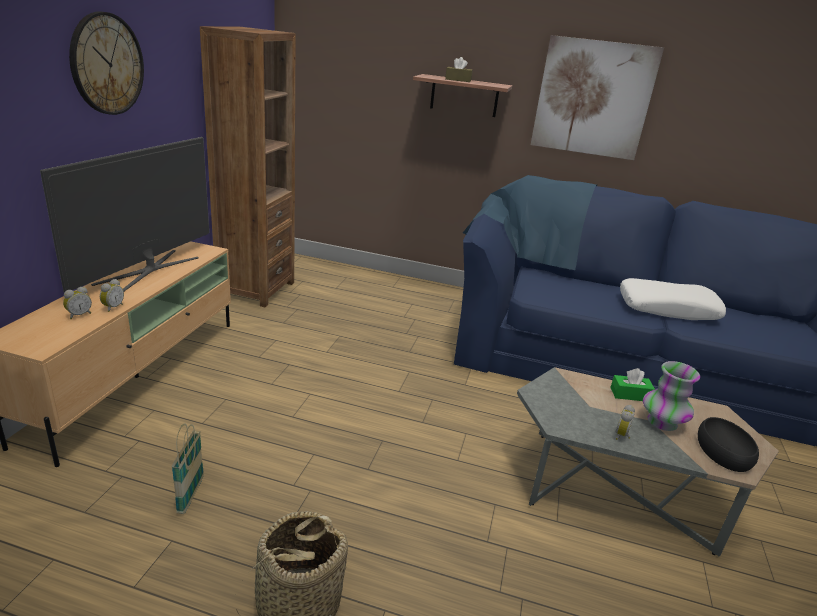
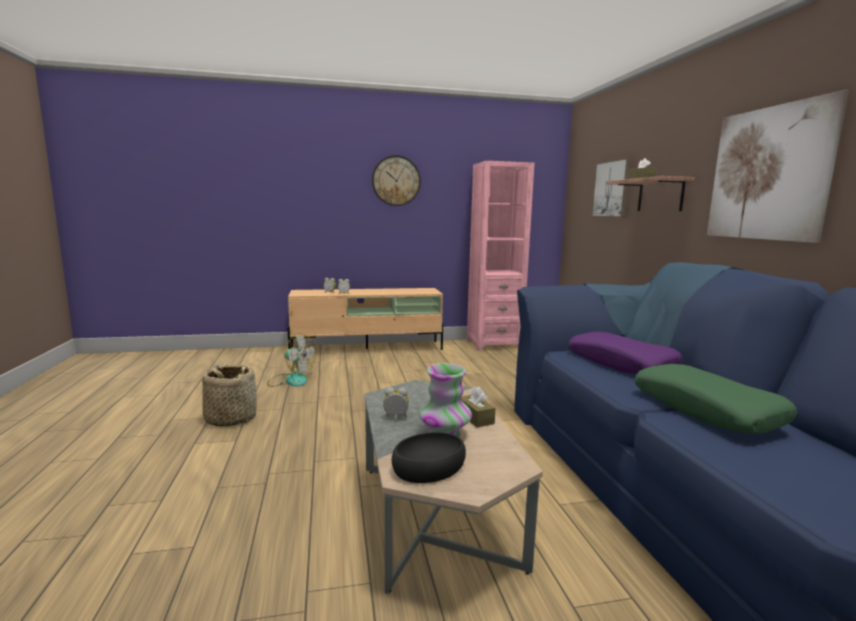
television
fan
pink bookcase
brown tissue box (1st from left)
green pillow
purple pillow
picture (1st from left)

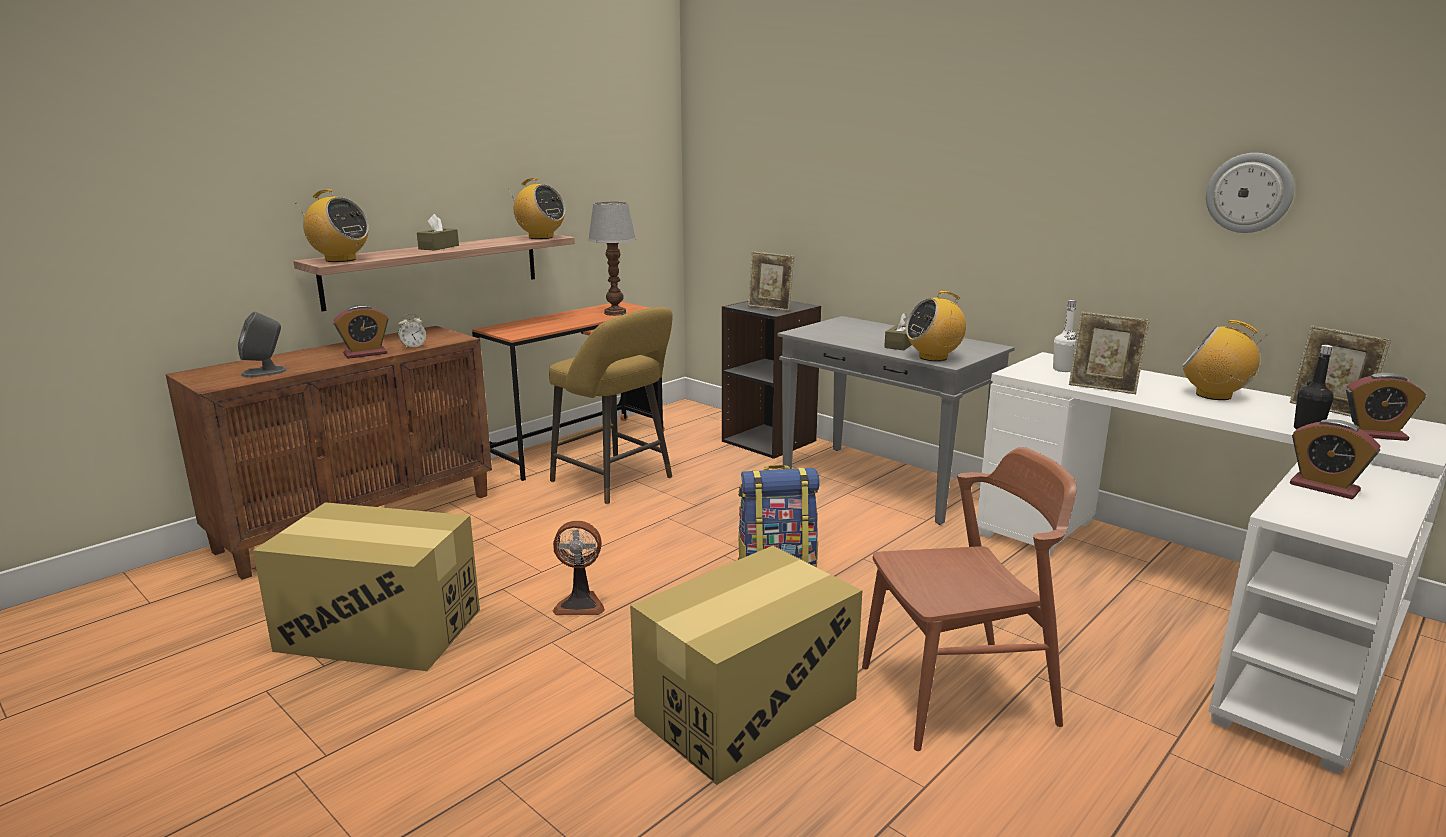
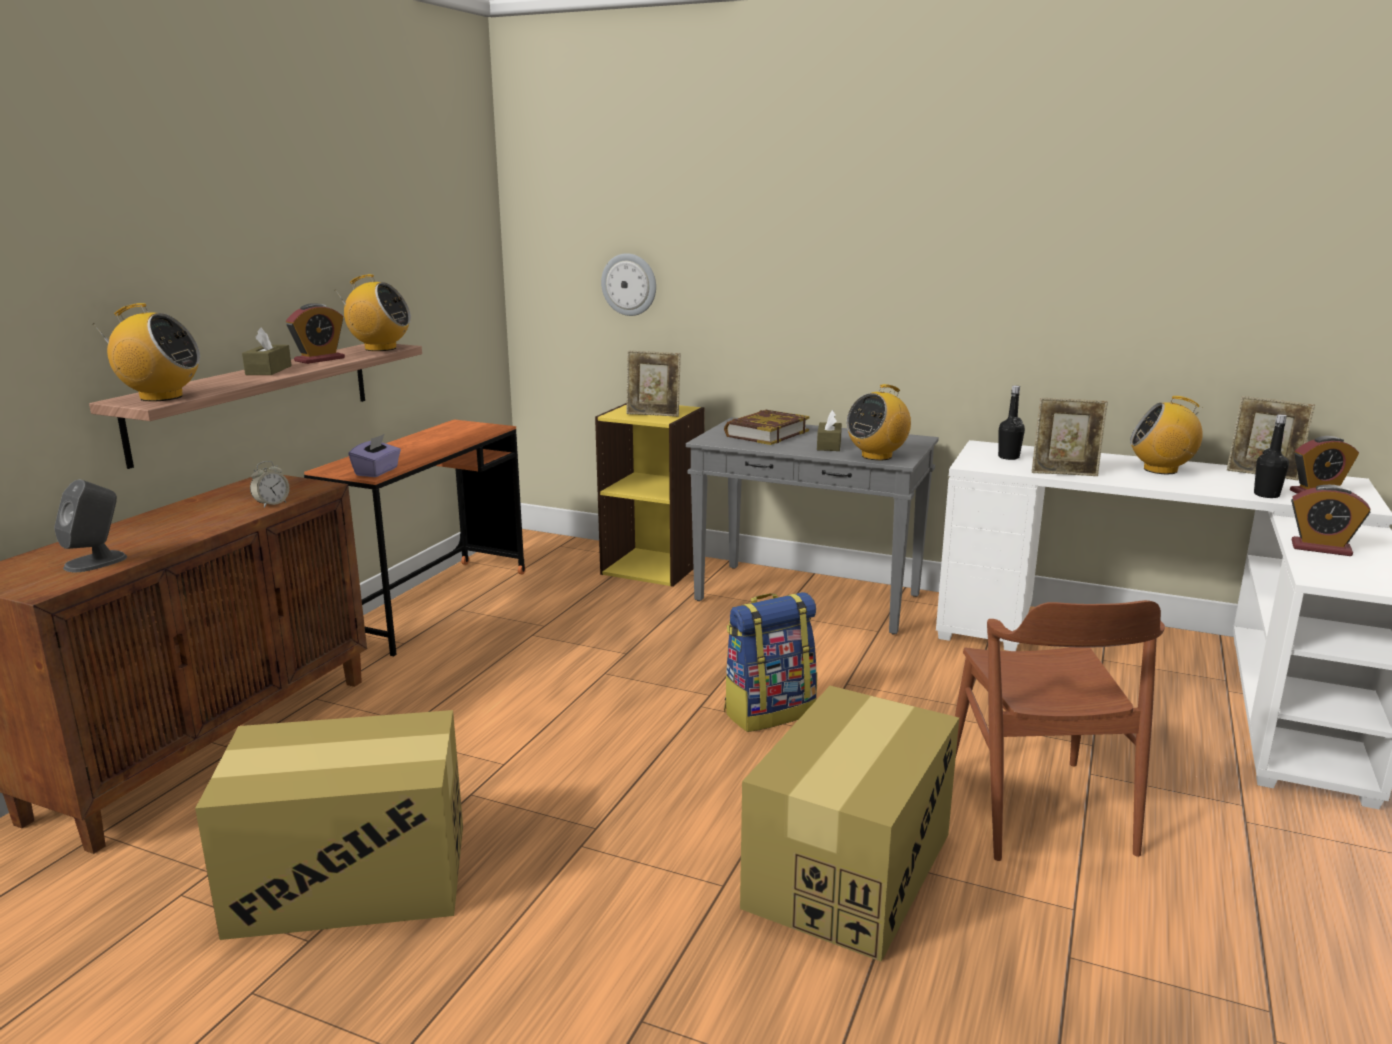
alarm clock (2nd from left)
yellow stool
fan
table lamp
yellow bookcase
brown chair
black bottle (1st from left)
wall clock
purple tissue box
book

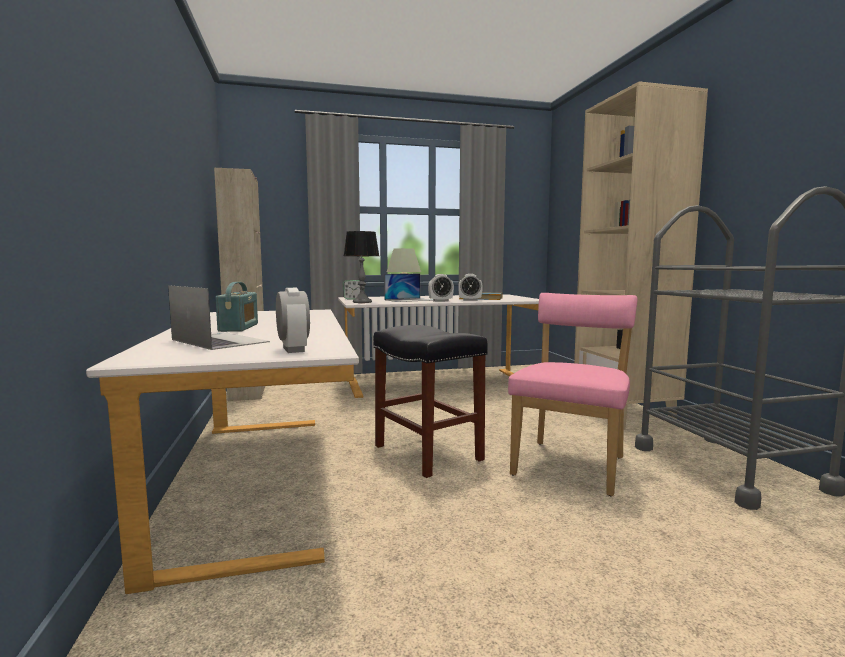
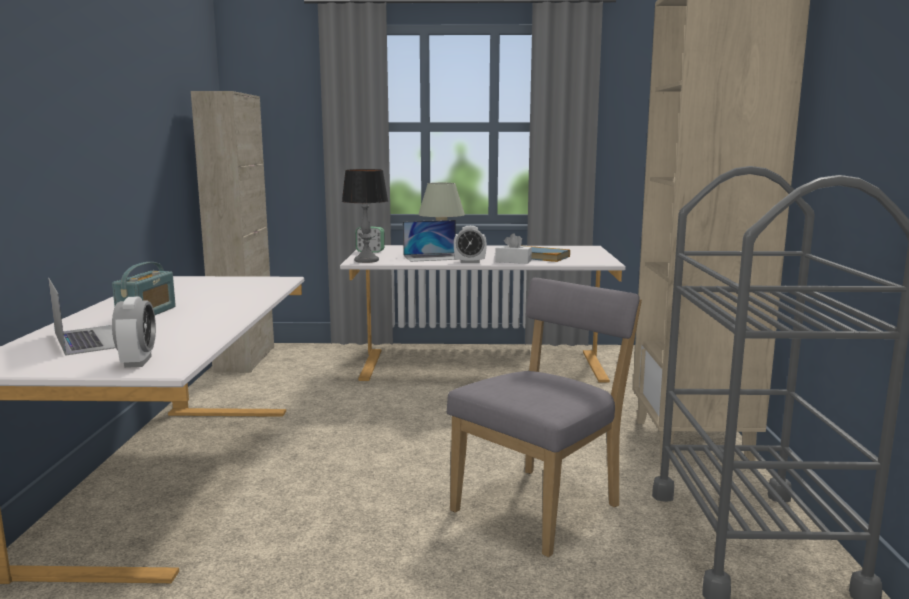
black stool
white tissue box
grey chair

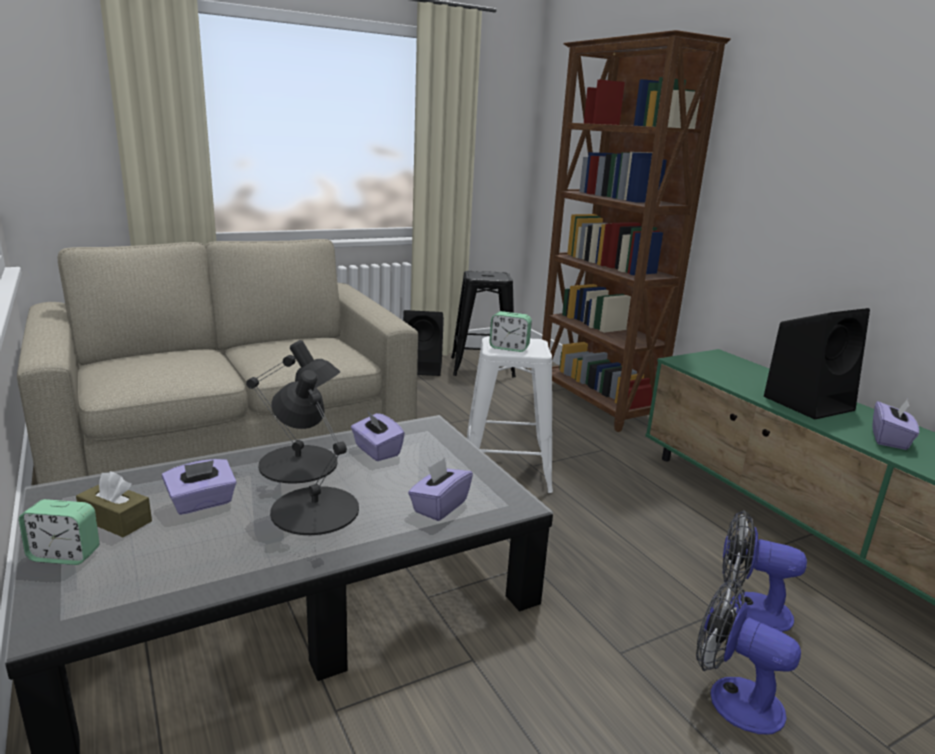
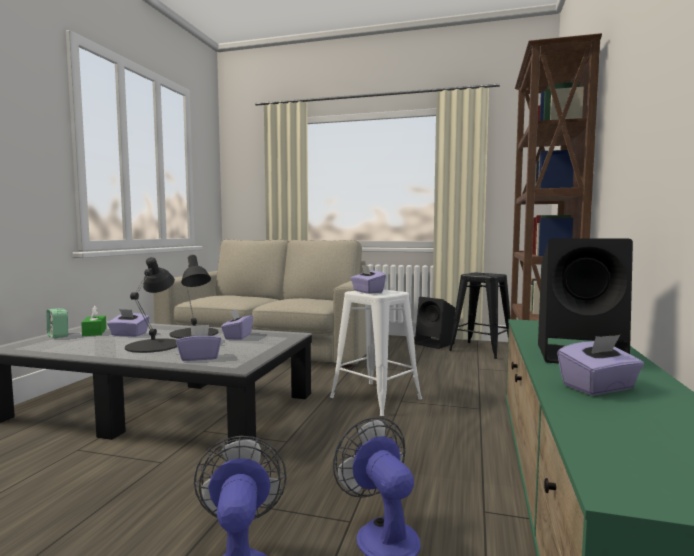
green tissue box
purple tissue box (4th from left)

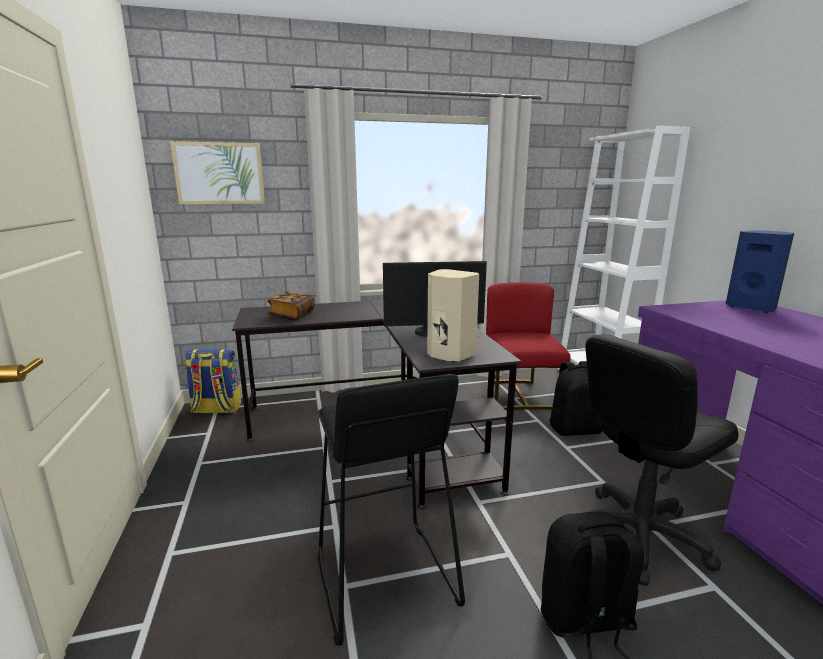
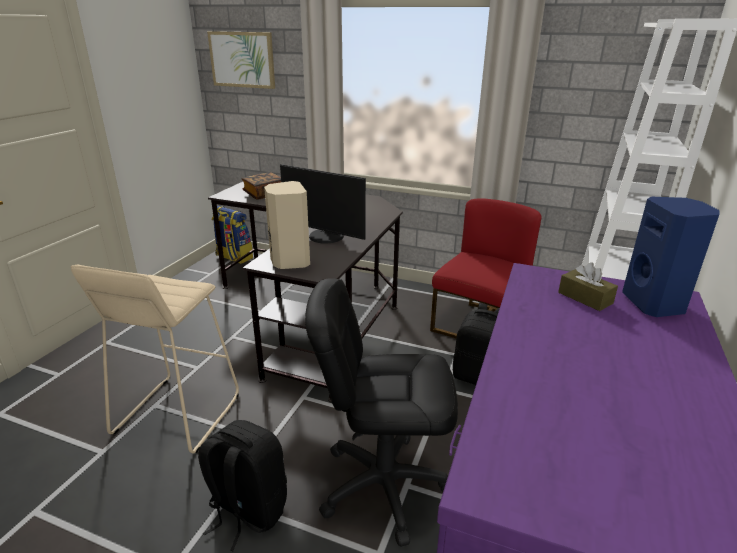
beige stool
brown tissue box

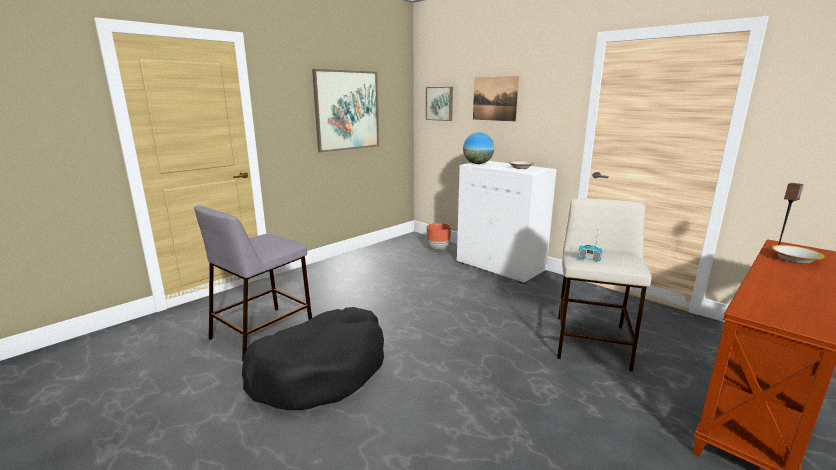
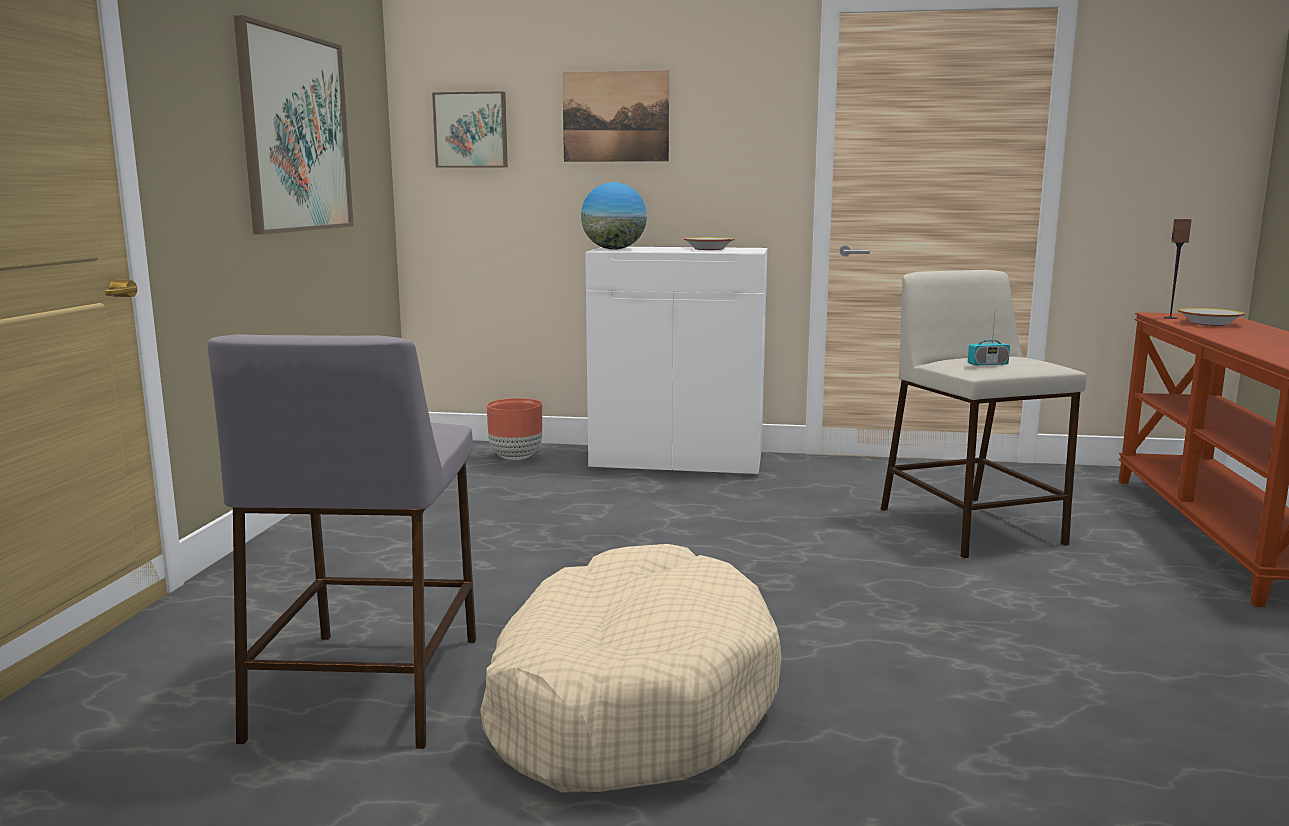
beige dog bed

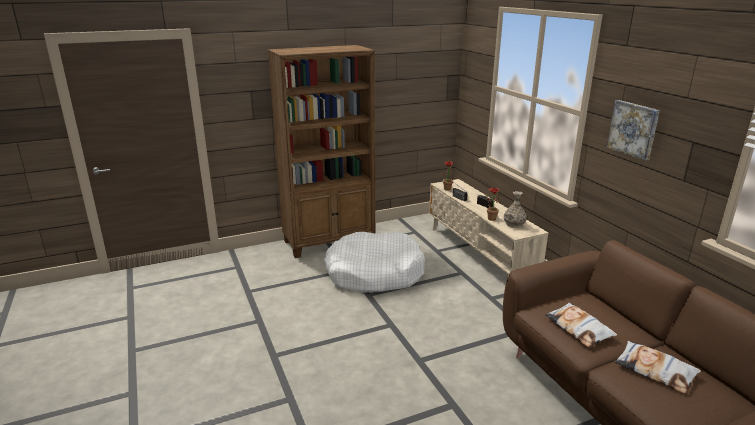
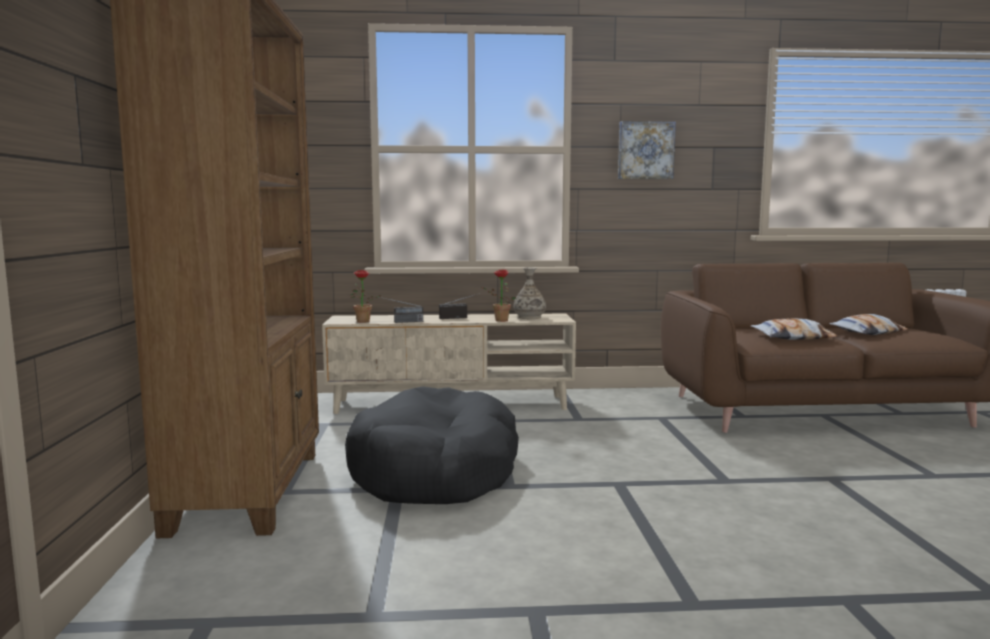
black dog bed

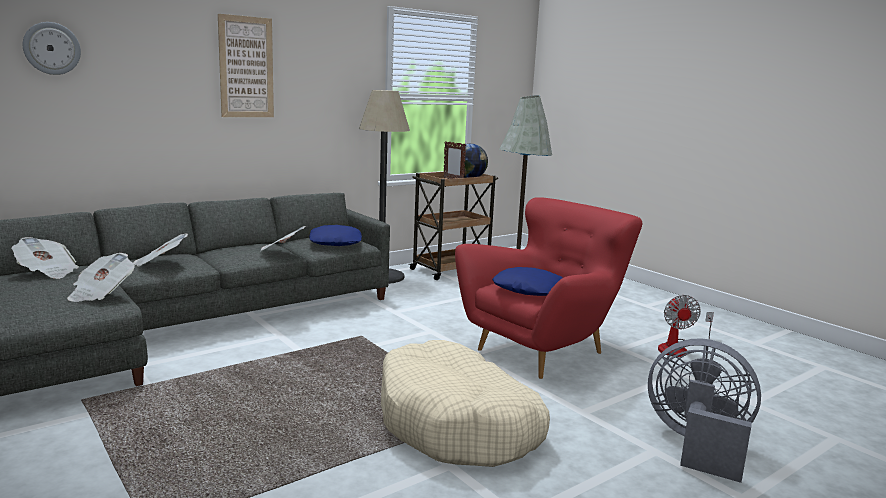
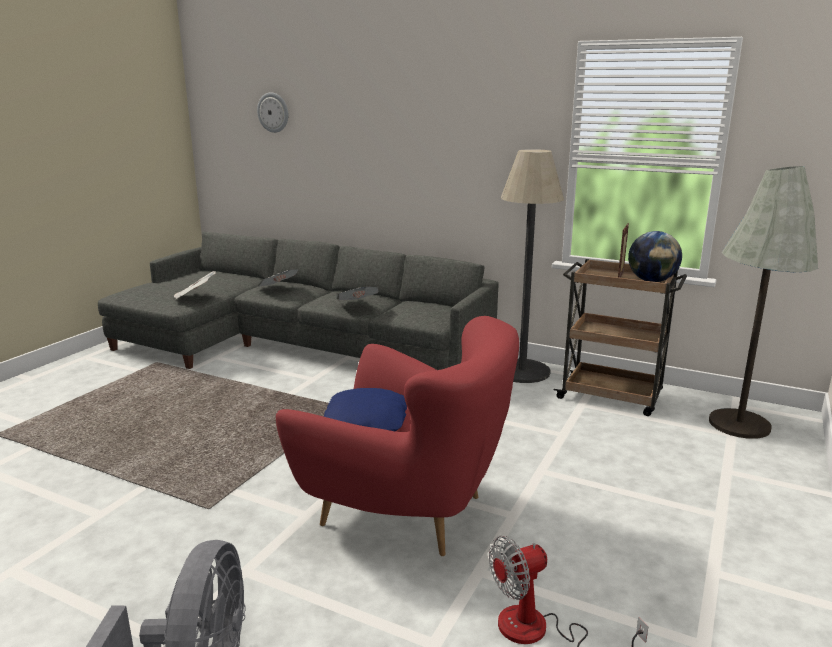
newspaper (1st from left in the first image)
picture
blue pillow (1st from left in the first image)
beige dog bed

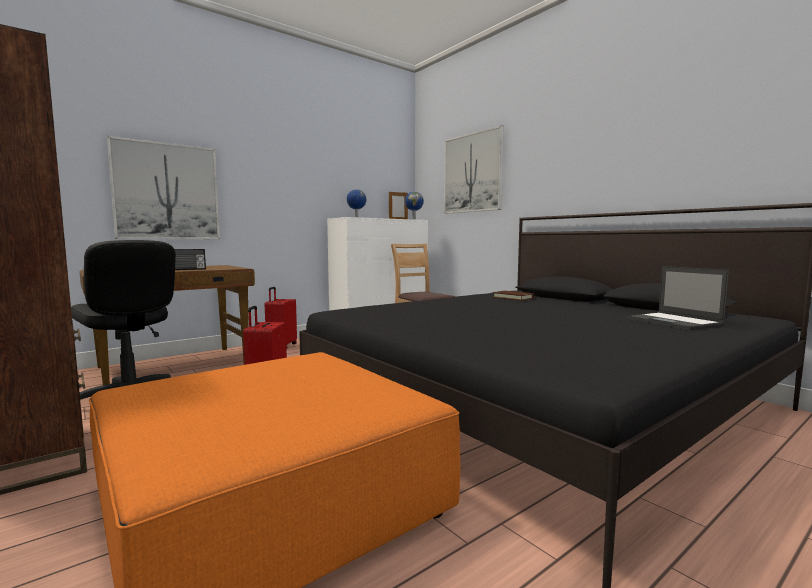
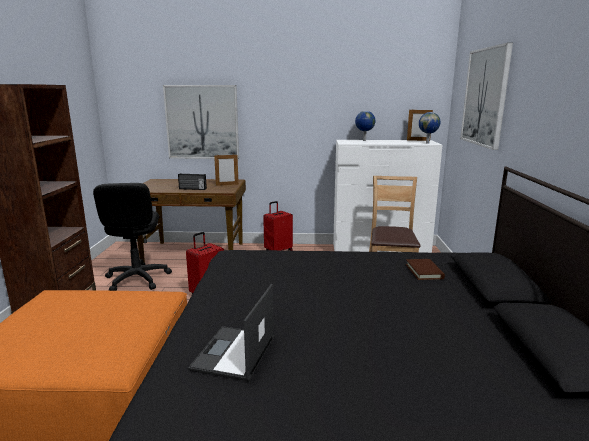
laptop
picture frame (1st from left)

